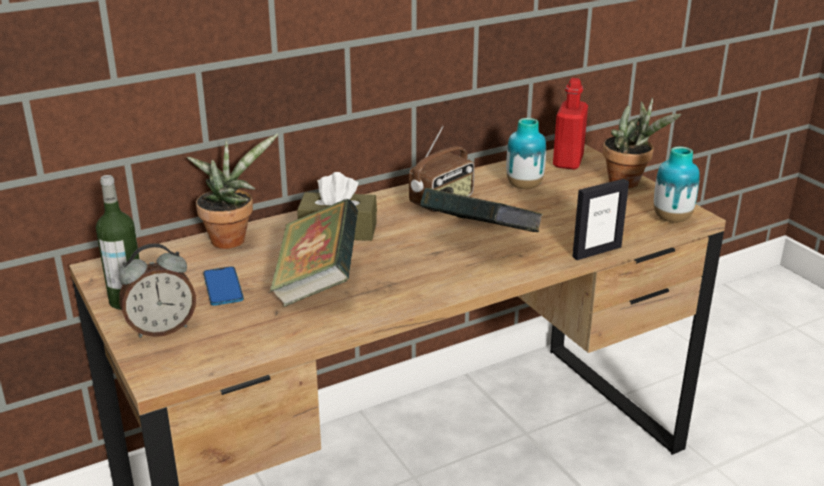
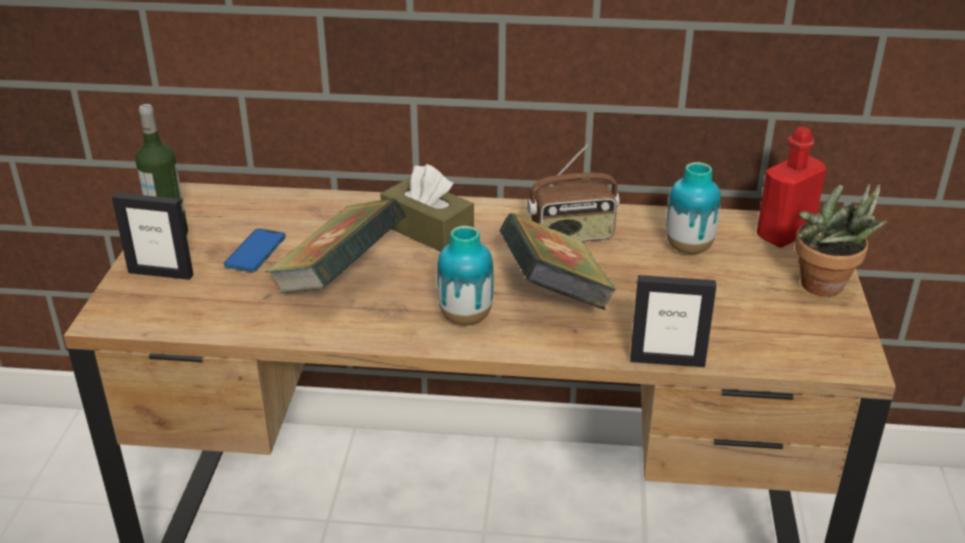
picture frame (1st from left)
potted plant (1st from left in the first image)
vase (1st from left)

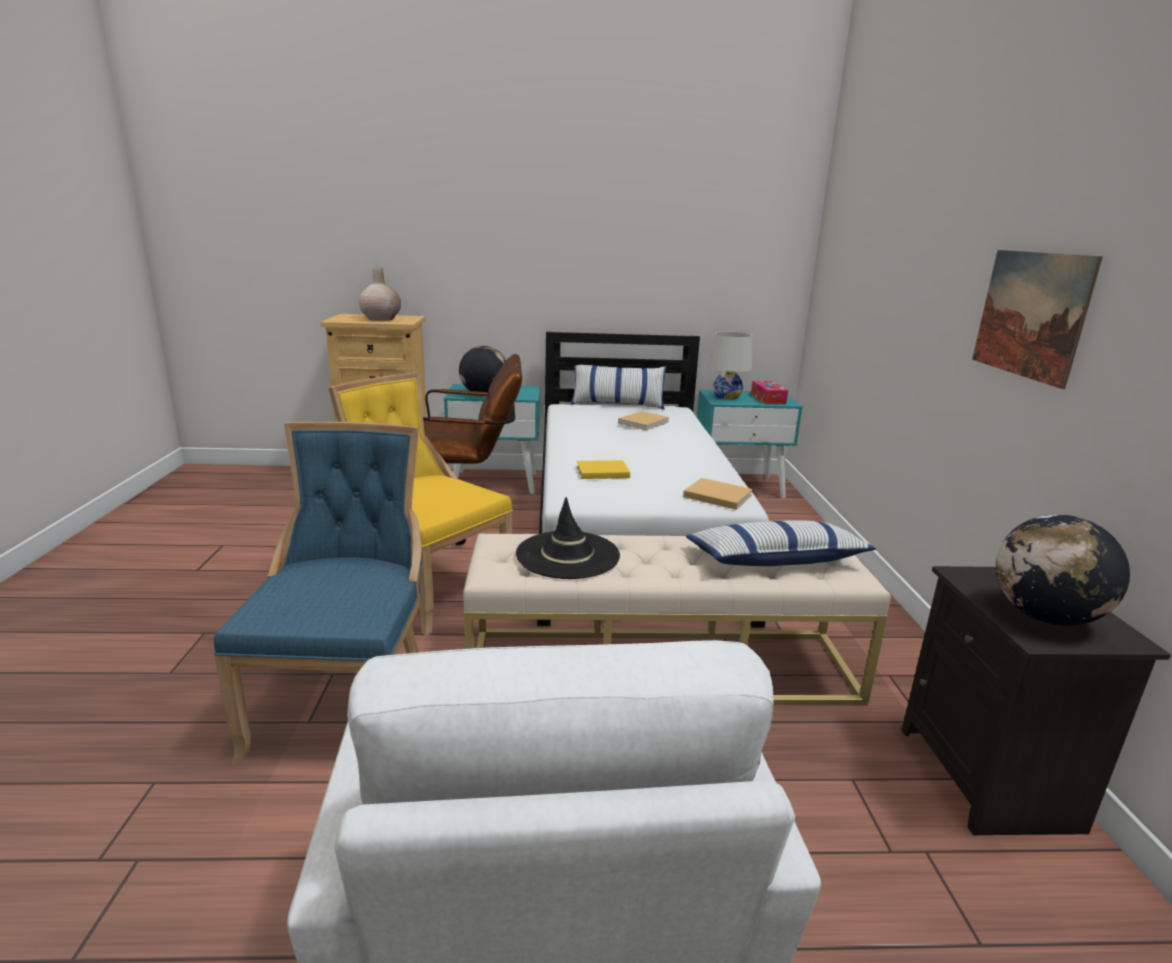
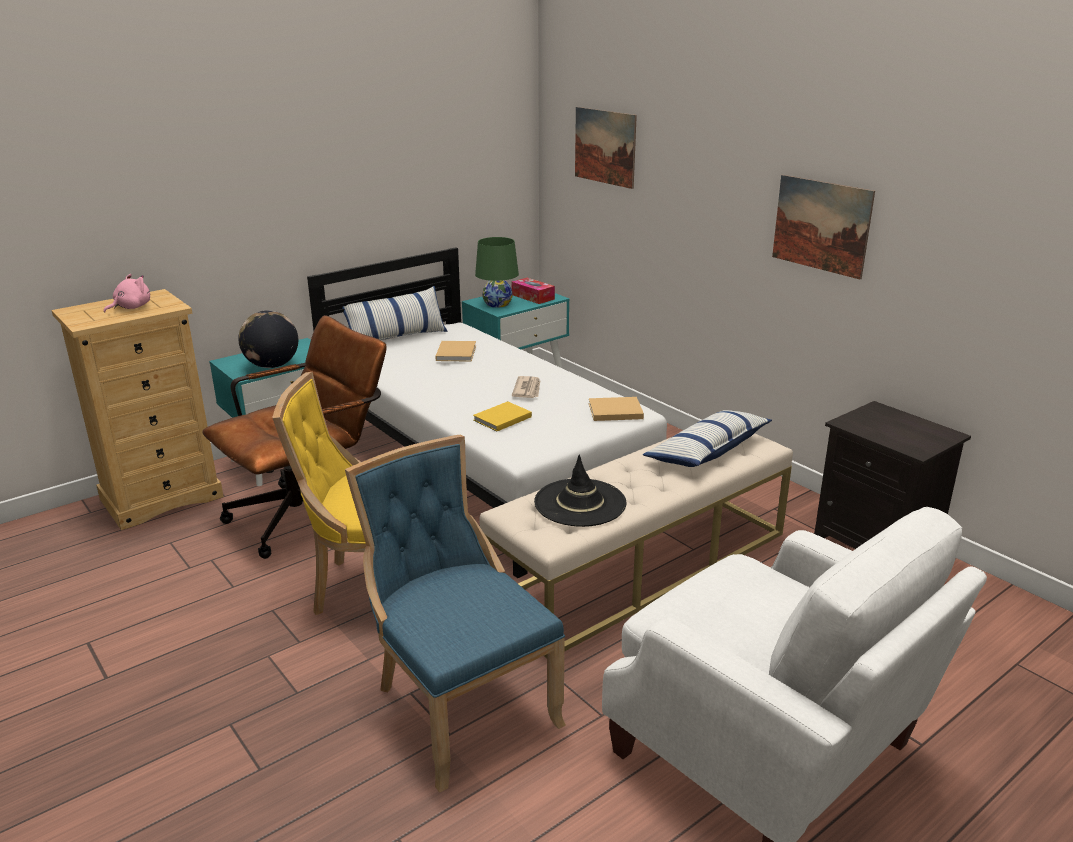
pink plush toy
green table lamp
globe (2nd from left in the first image)
newspaper
picture (1st from left)

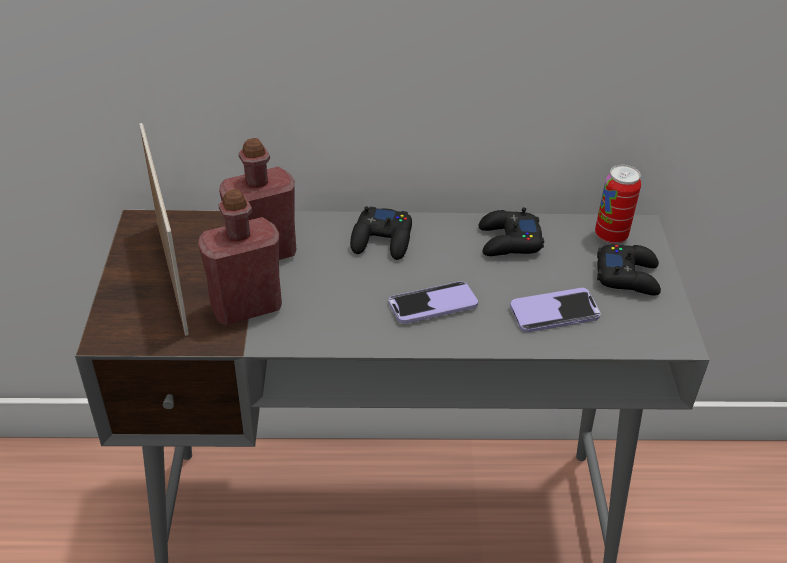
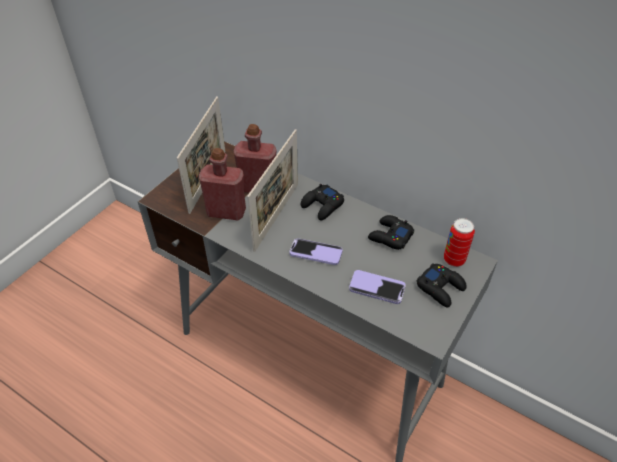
picture frame (2nd from left)

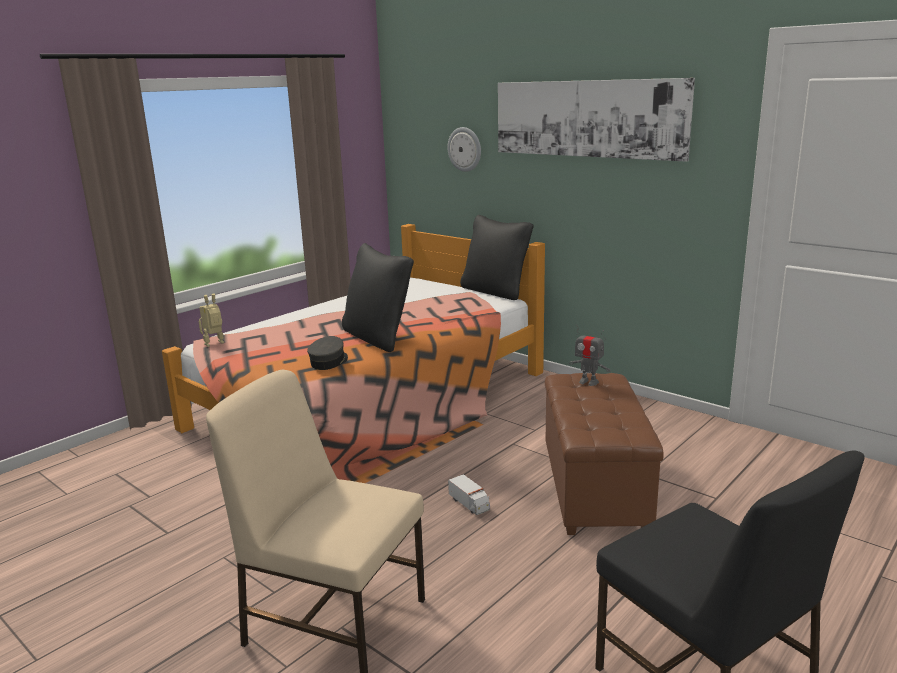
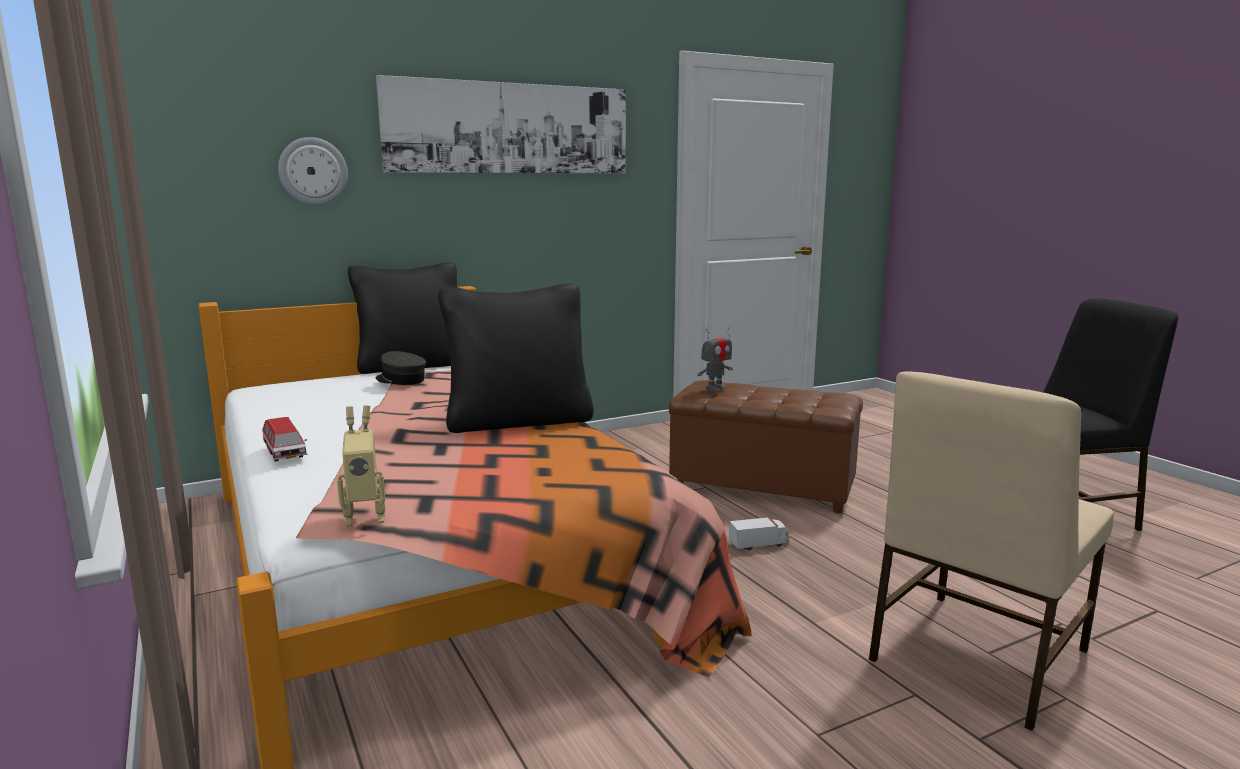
toy robot (1st from left)
grey cap
toy car

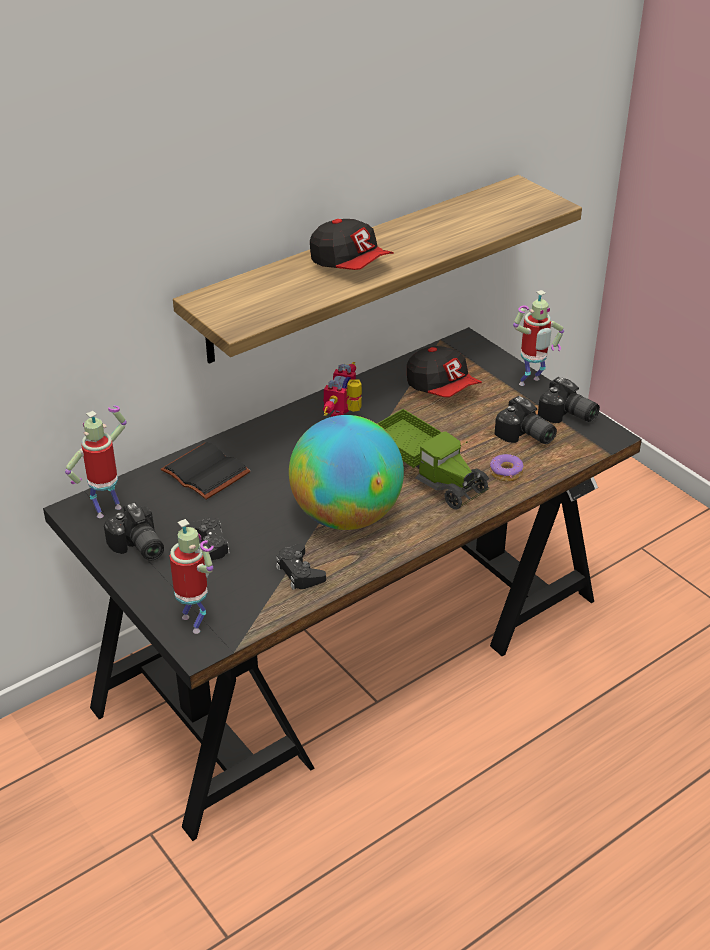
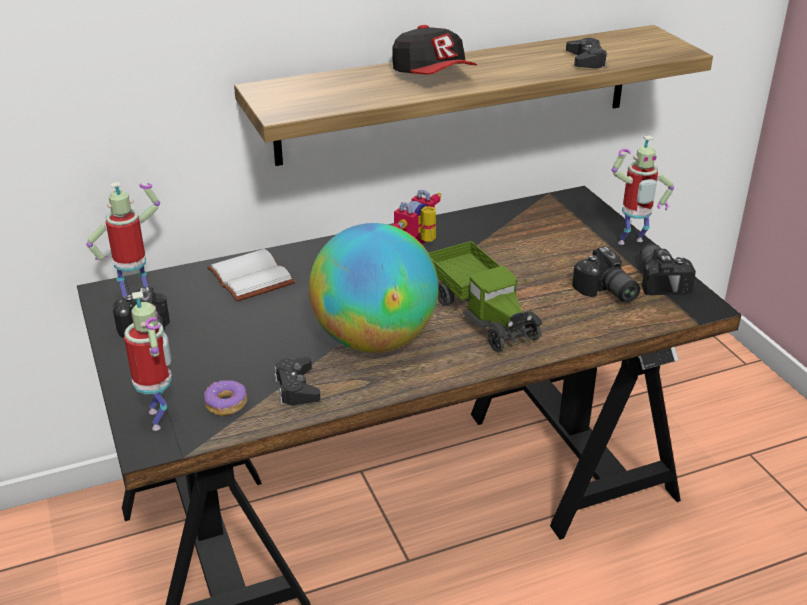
white book
black game controller (2nd from left)
cap (2nd from left in the first image)
donut
photo camera (3rd from left)

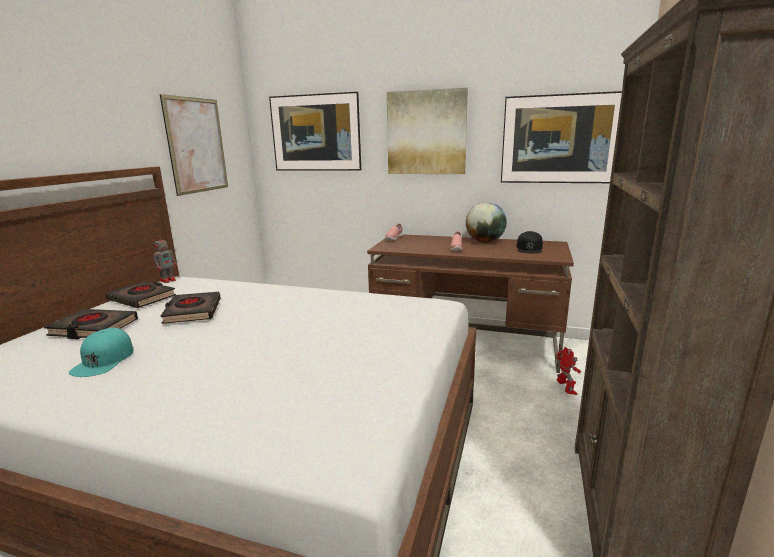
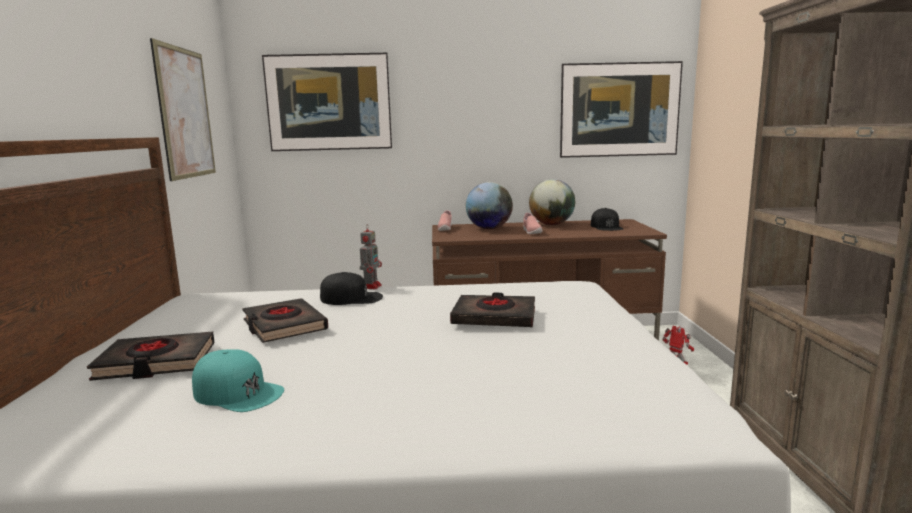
turquoise cap
black book (3rd from left)
toy robot (1st from left)
picture (3rd from left in the first image)
black cap (1st from left)
globe (1st from left)

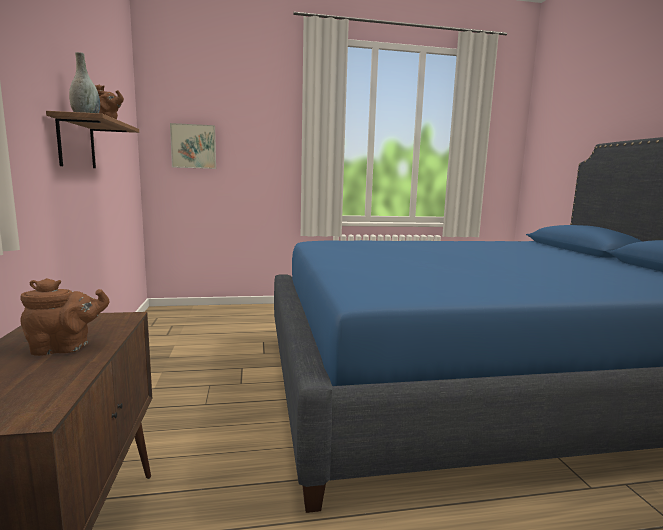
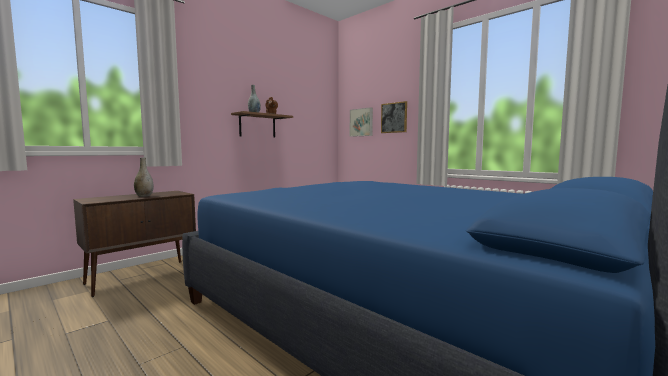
grey vase (1st from left)
picture (2nd from left)

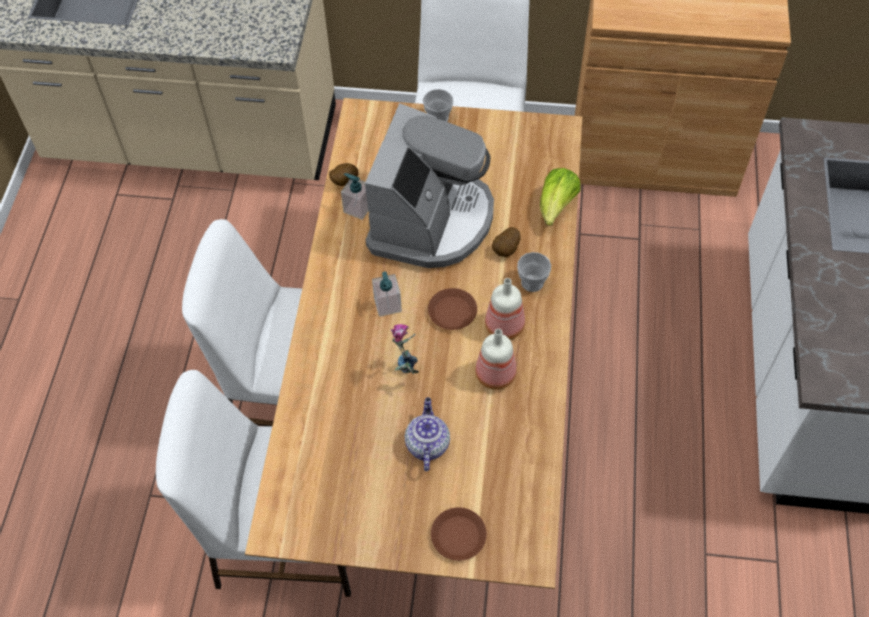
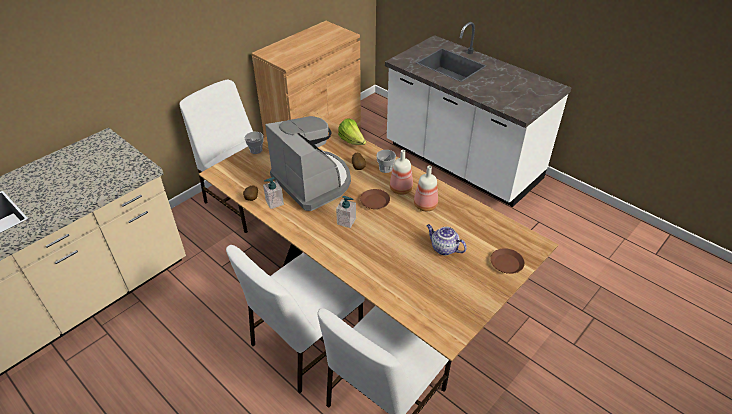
vase

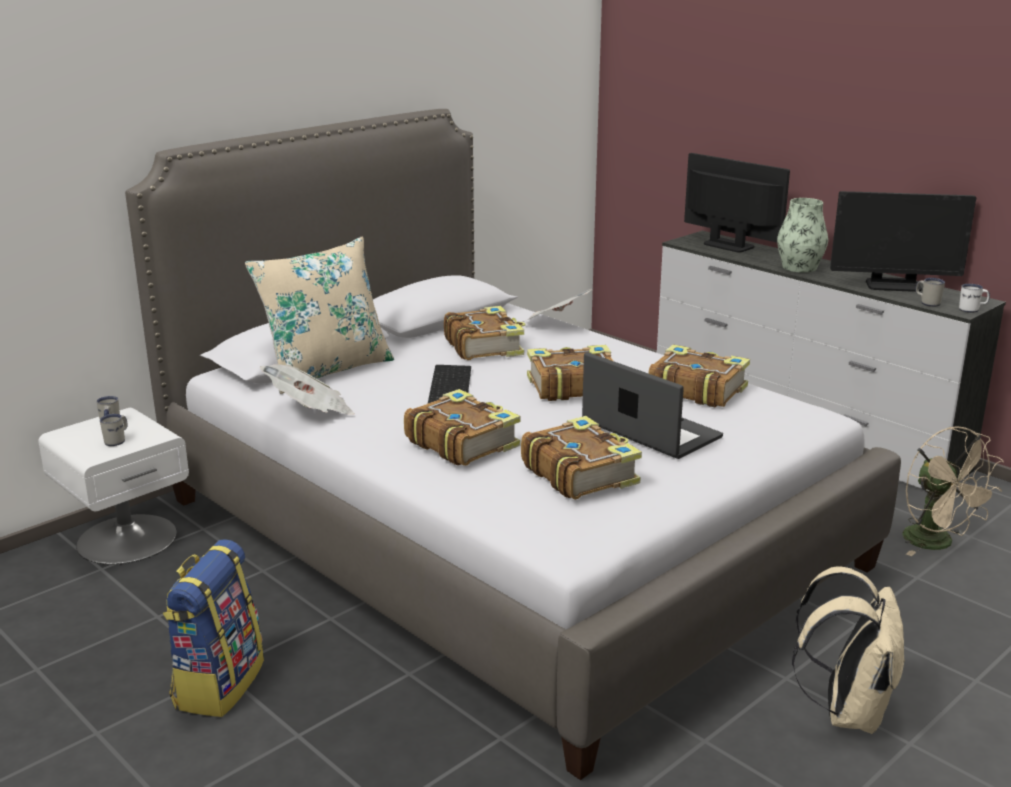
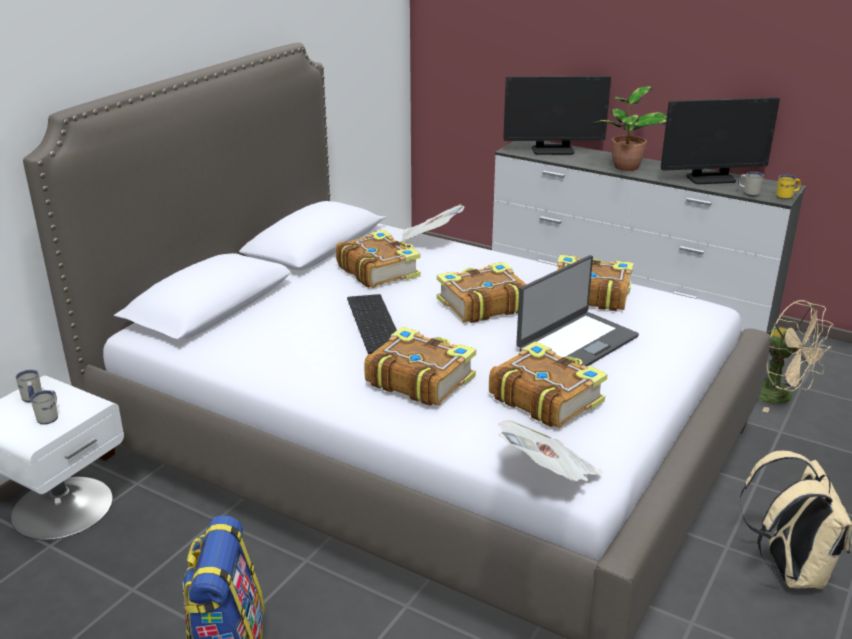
beige pillow
newspaper (2nd from left)
laptop
monitor (1st from left)
potted plant
yellow mug

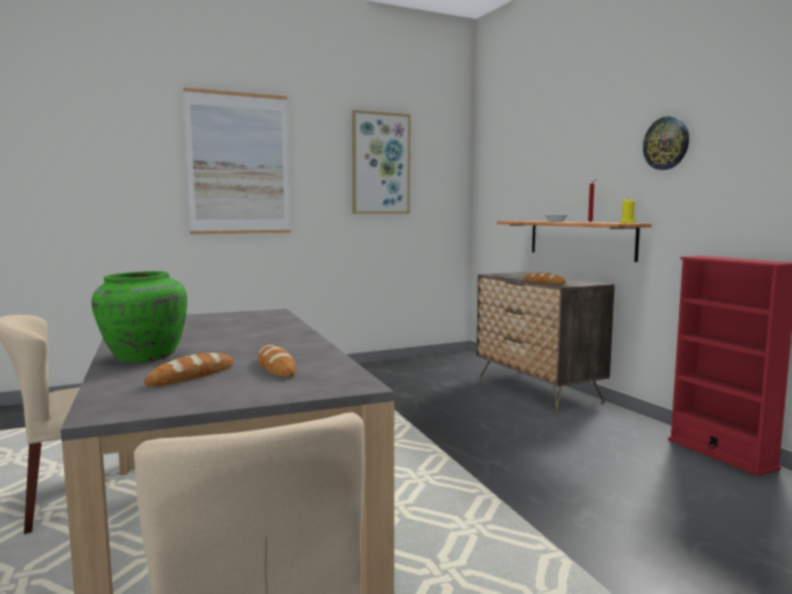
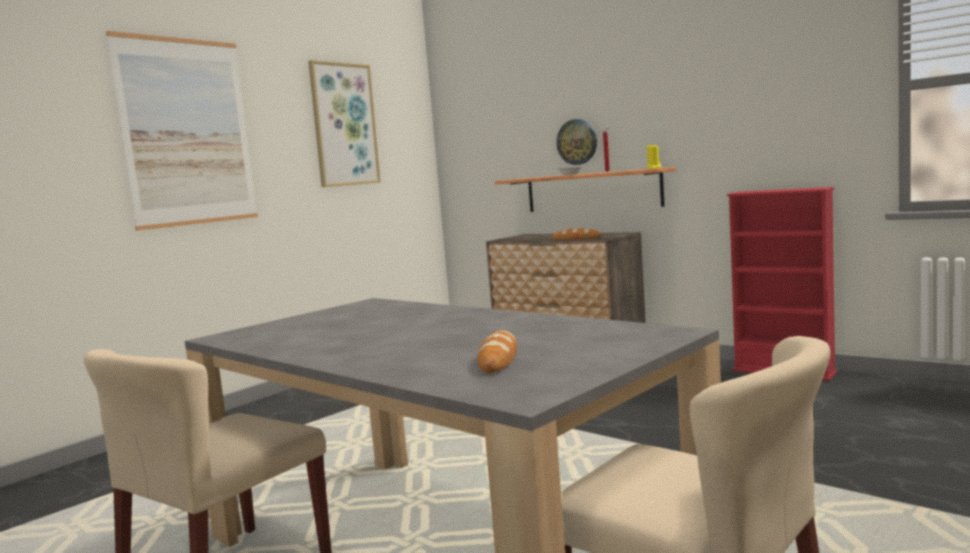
green vase
bread (2nd from left in the first image)
wall clock

